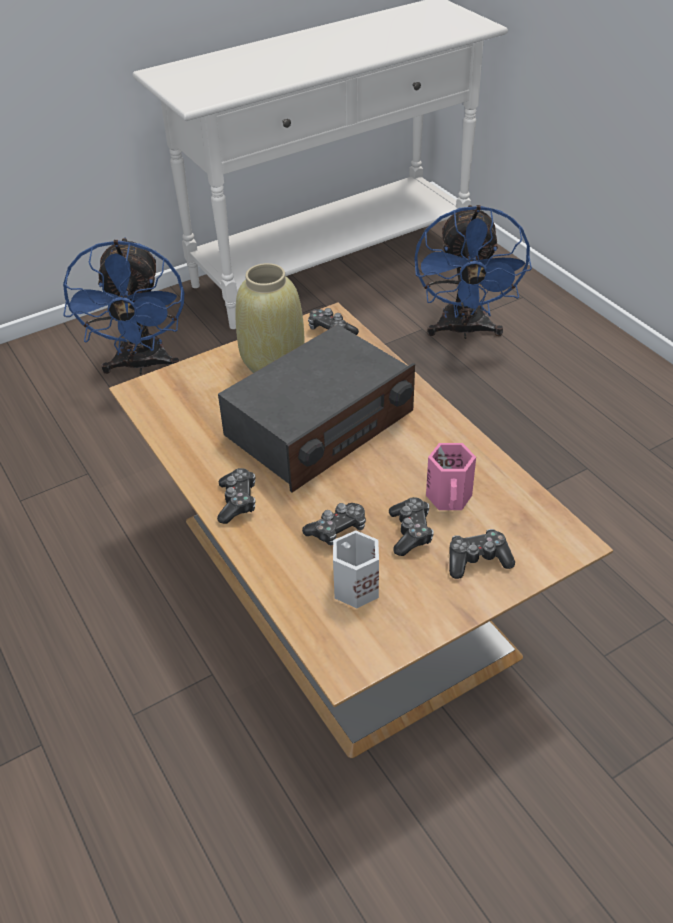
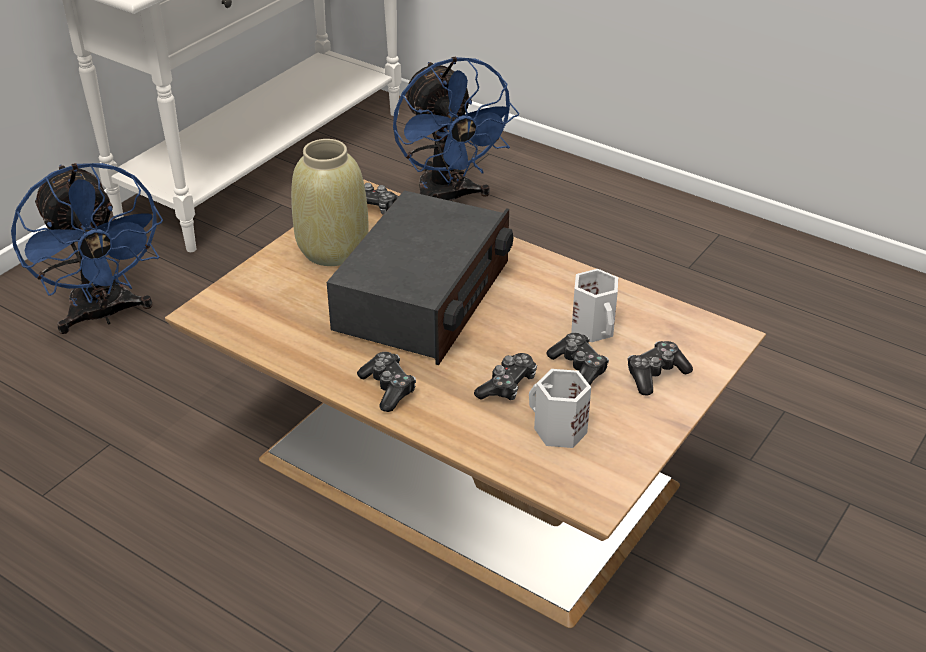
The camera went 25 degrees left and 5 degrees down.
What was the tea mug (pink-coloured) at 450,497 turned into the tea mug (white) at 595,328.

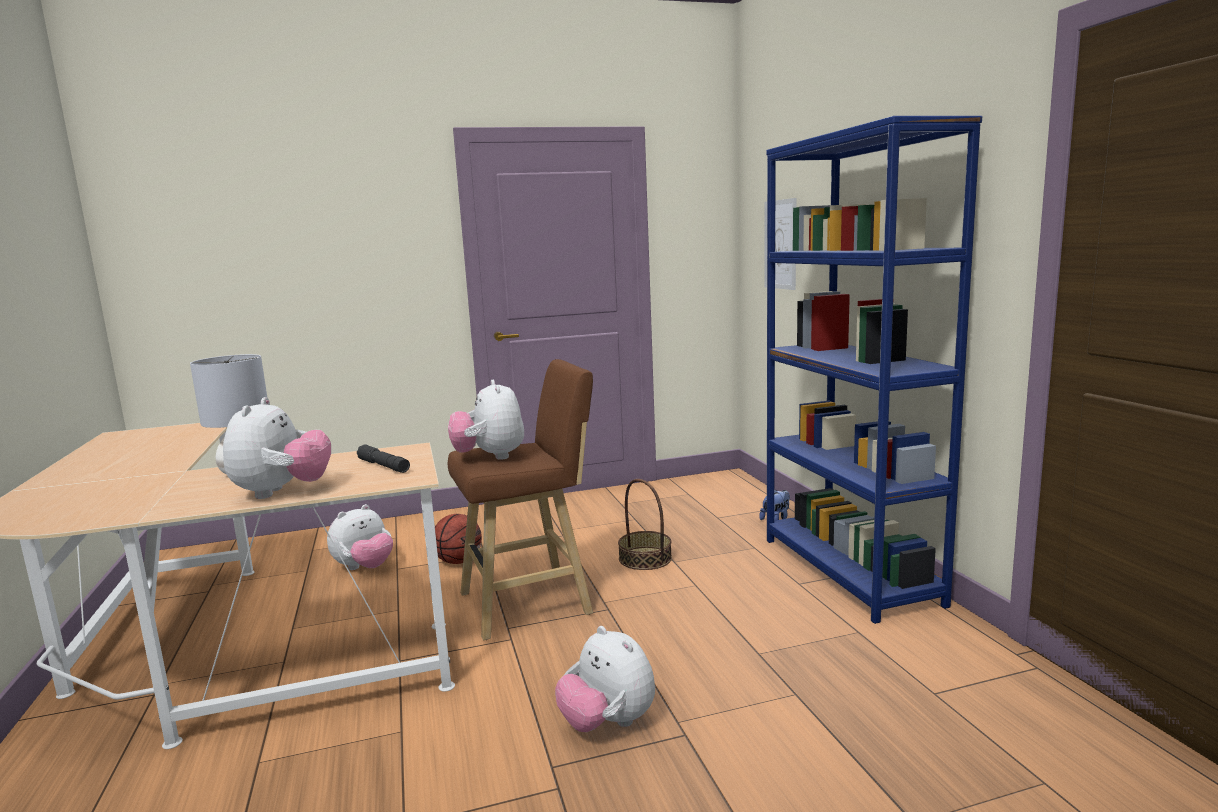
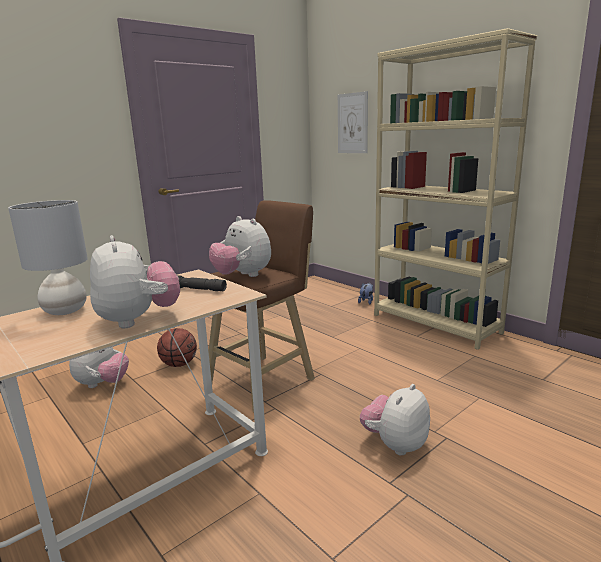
The camera went 25 degrees left and 5 degrees up.
The second view lost the basket at 645,558.
What was the shelving unit (blue) at 849,570 turned into the shelving unit (beige-coloured) at 435,323.
The cuddly toy at 608,723 ended up facing another way, 105 degrees clockwise from before.

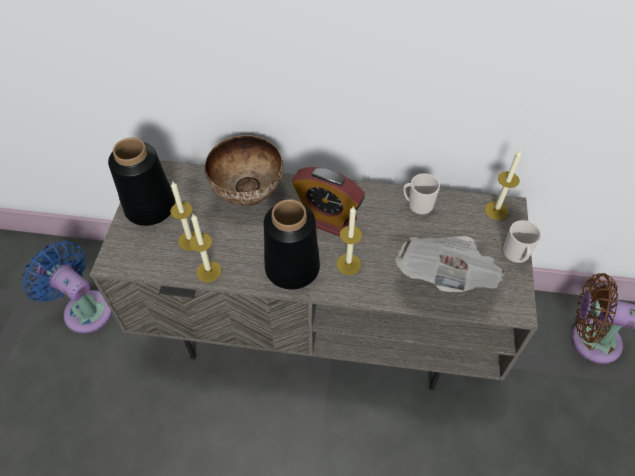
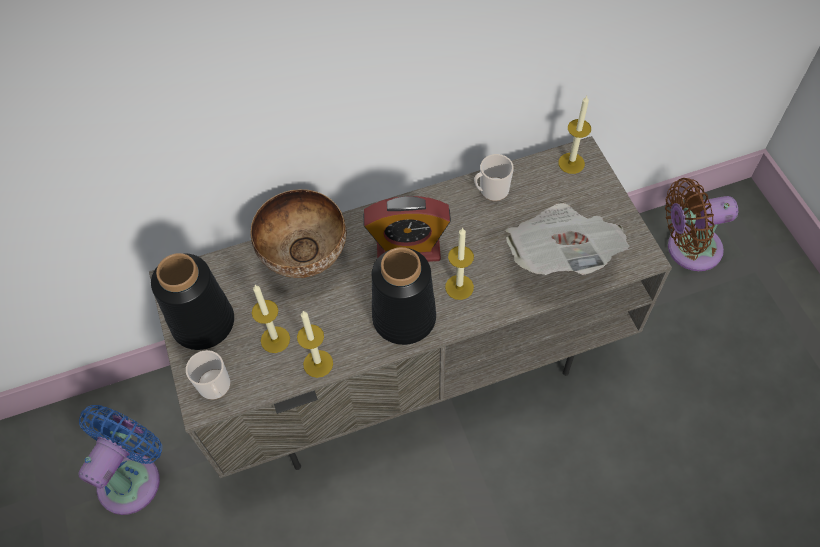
The camera went 25 degrees left and 5 degrees up.
The tea mug ended up elsewhere, having gone from 516,255 to 216,388.
The electric fan (blue) at 84,308 ended up facing another way, 105 degrees clockwise from before.

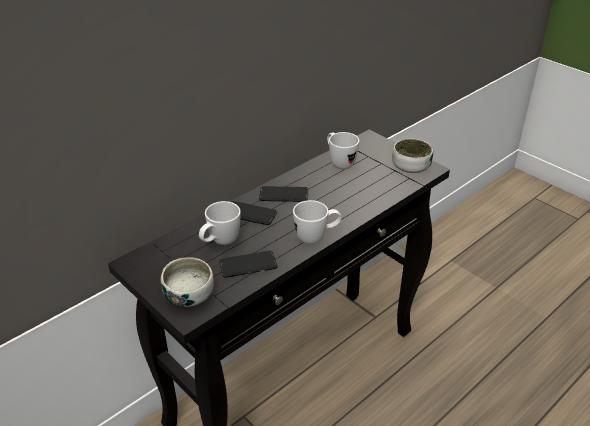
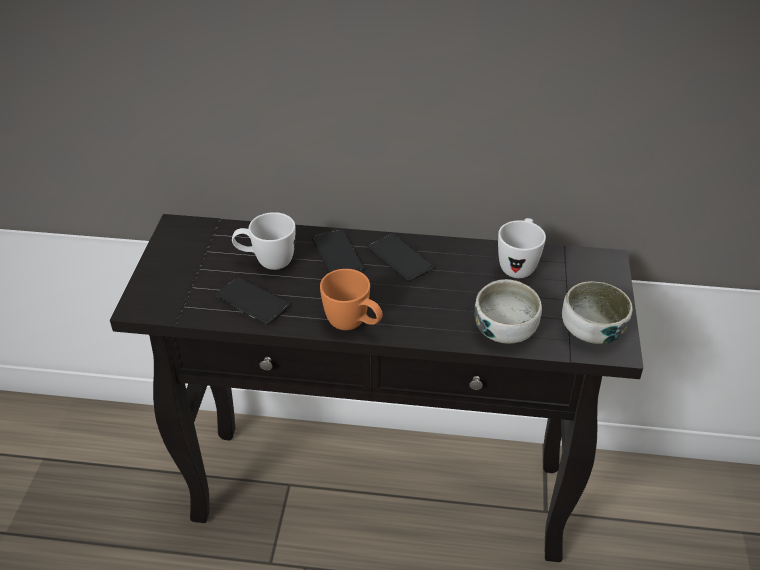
The camera went 50 degrees right and 5 degrees up.
The serving bowl ended up elsewhere, having gone from 189,296 to 505,329.
What was the tea mug (white) at 316,237 turned into the tea mug (orangey) at 353,325.

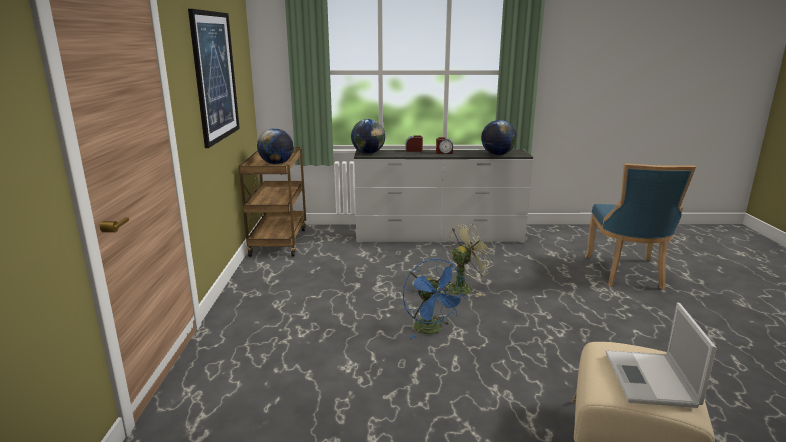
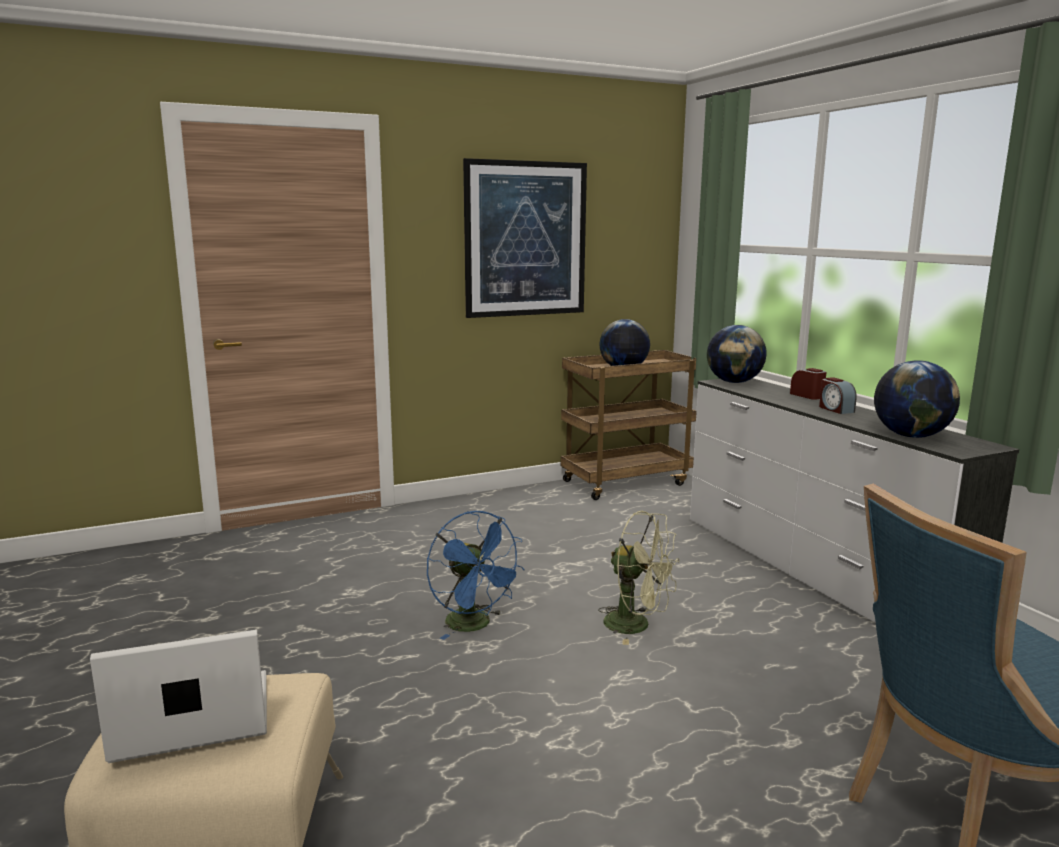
The camera went 65 degrees right and 5 degrees down.
The electric fan (blue) at 432,330 ended up facing another way, 75 degrees counterclockwise from before.

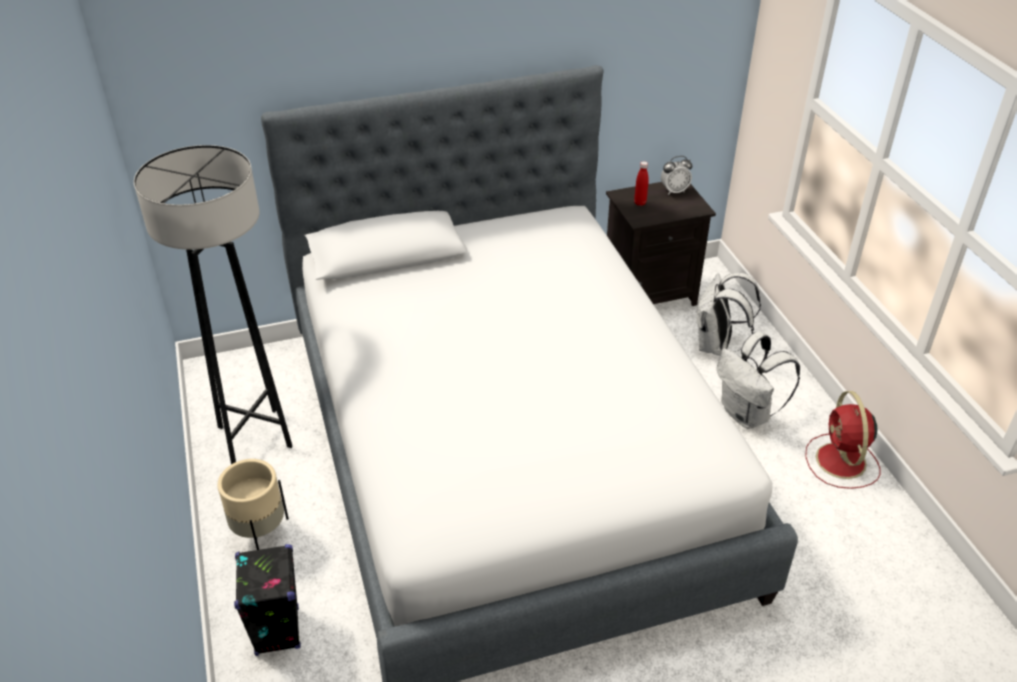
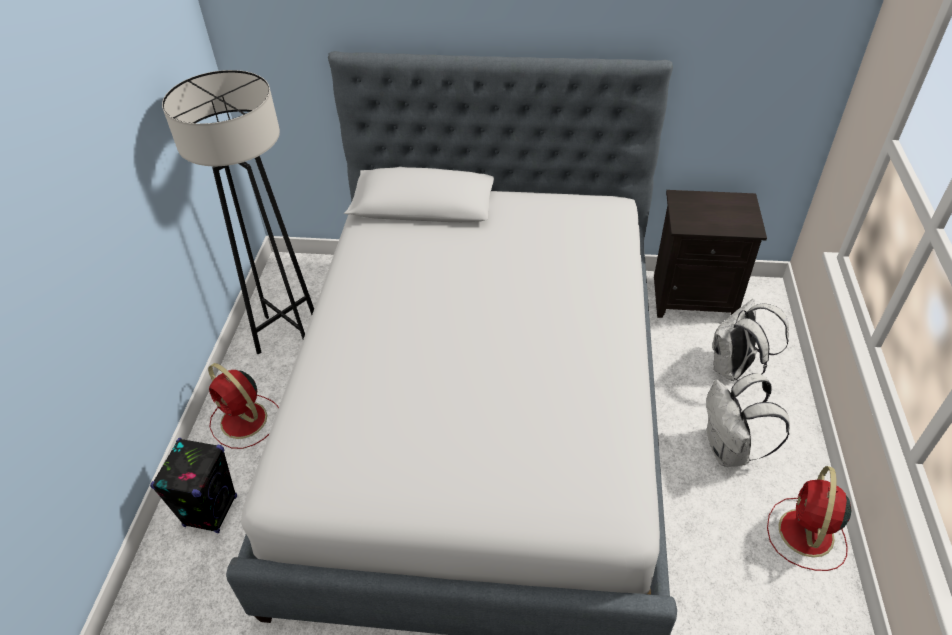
The camera went 25 degrees right and 5 degrees up.
The second view lost the bottle (reddish) at 640,203.
The second view lost the alarm clock at 674,191.
Where the flower pot (beige-coloured) stood at 261,535, the electric fan (reddish) came to stand at 245,421.

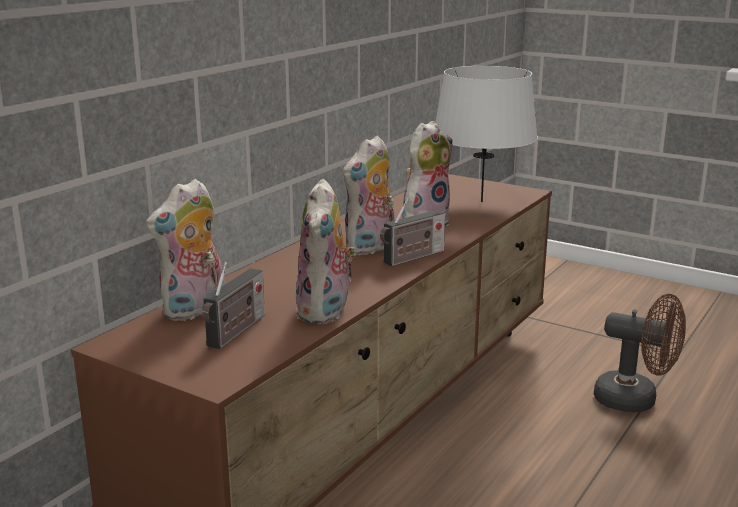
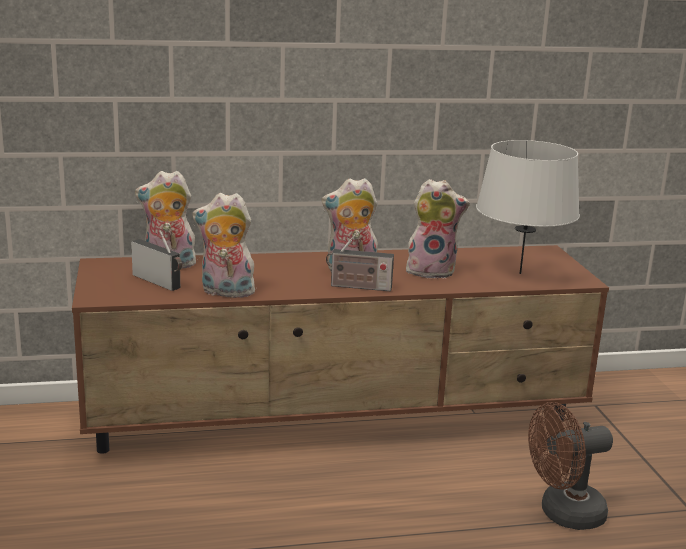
The camera went 45 degrees right and 0 degrees up.
The radio receiver at 235,332 ended up facing another way, 120 degrees counterclockwise from before.
The cuddly toy at 326,312 ended up facing another way, 45 degrees clockwise from before.
The electric fan (brown) at 635,400 ended up facing another way, 90 degrees clockwise from before.

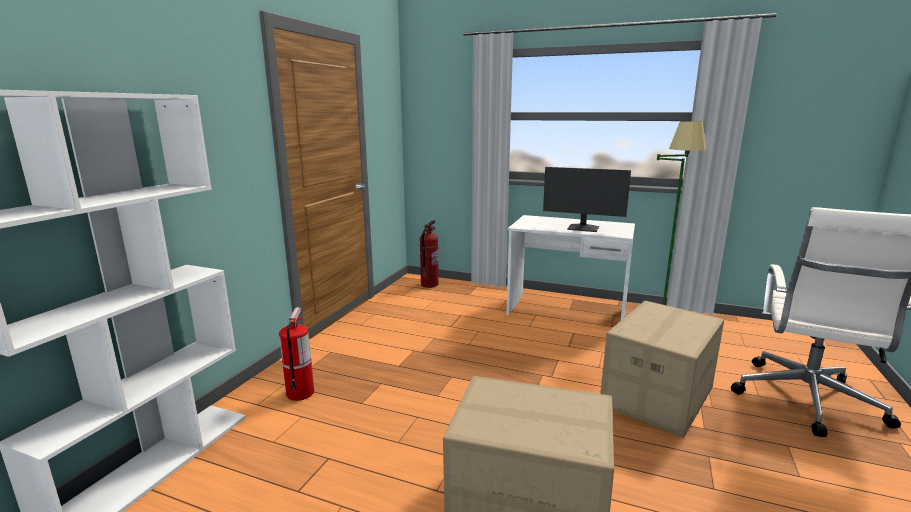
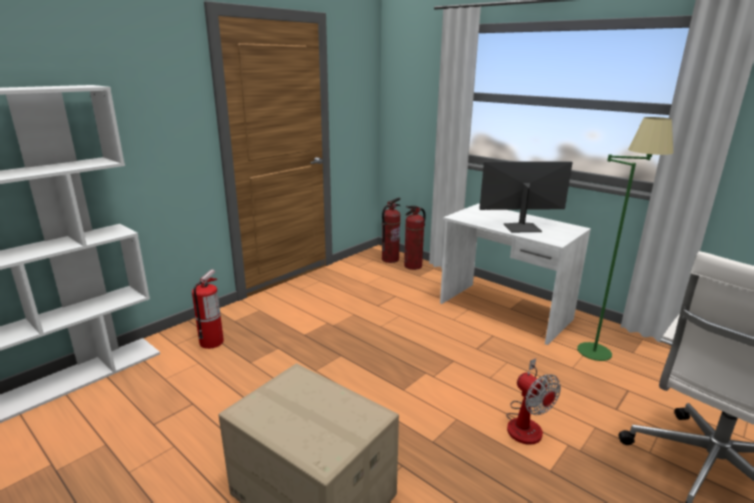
The camera went 20 degrees right and 5 degrees up.
The second view gained the extinguisher at 413,266.
Where the packing box stood at 656,396, the electric fan came to stand at 526,423.
The computer screen at 583,228 ended up facing another way, 135 degrees clockwise from before.

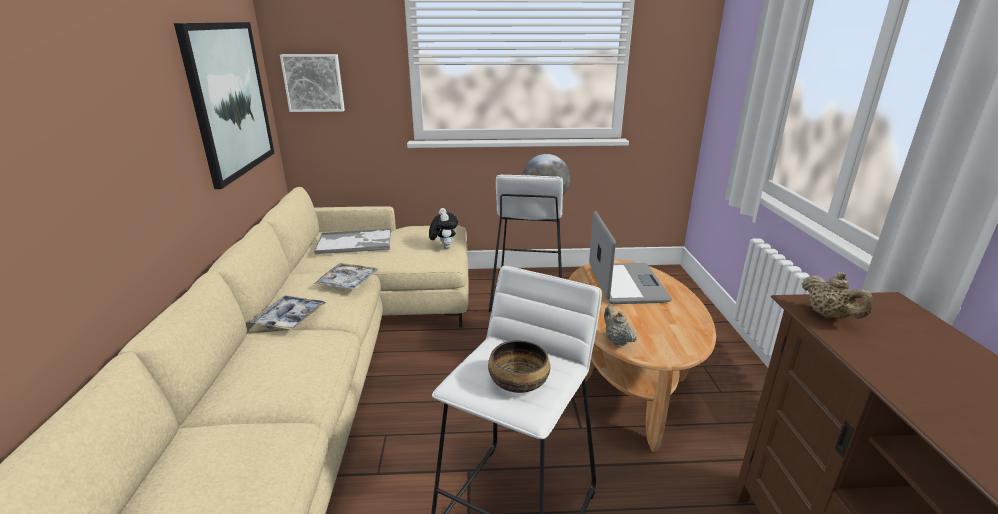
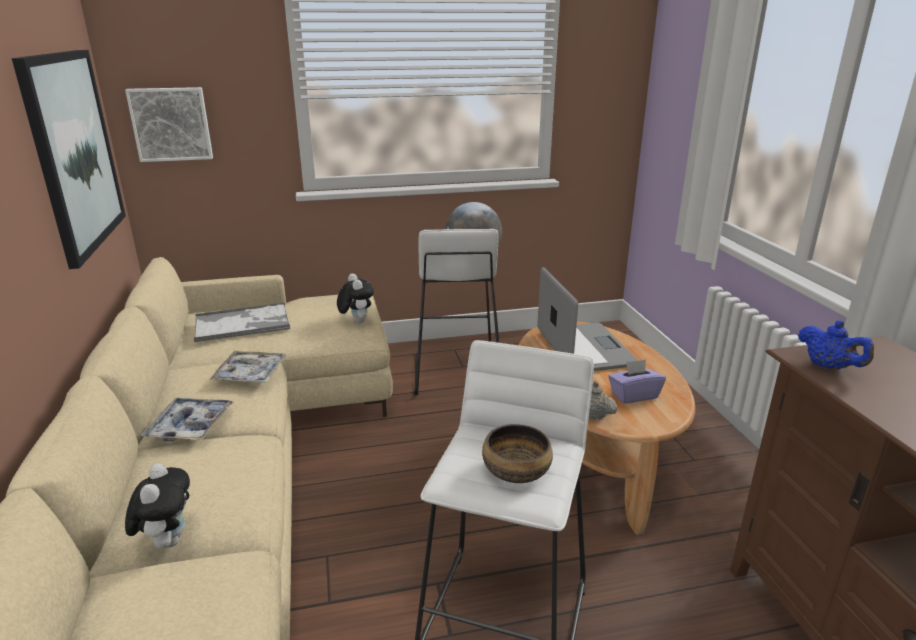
The camera went 10 degrees left and 0 degrees up.
The second view gained the cuddly toy at 167,540.
The second view gained the tissue holder (purple) at 634,395.
What was the pot for tea (beige-coloured) at 829,316 turned into the pot for tea (blue) at 828,367.

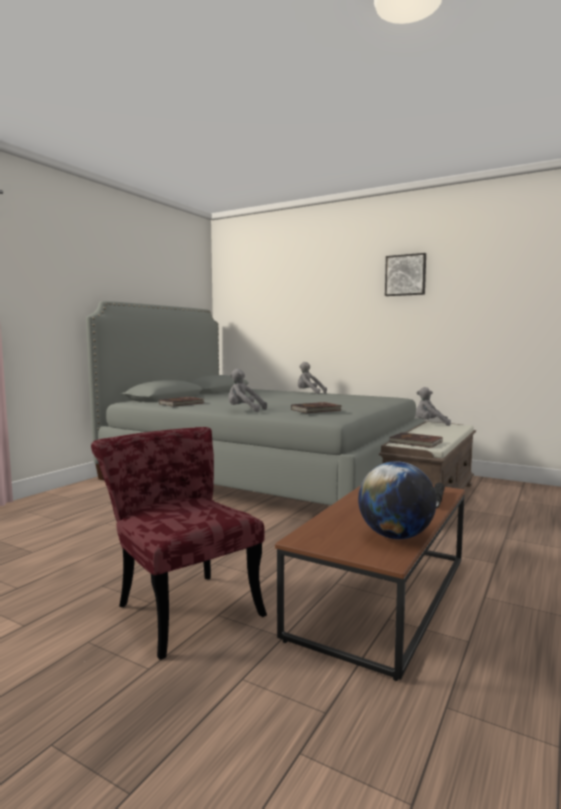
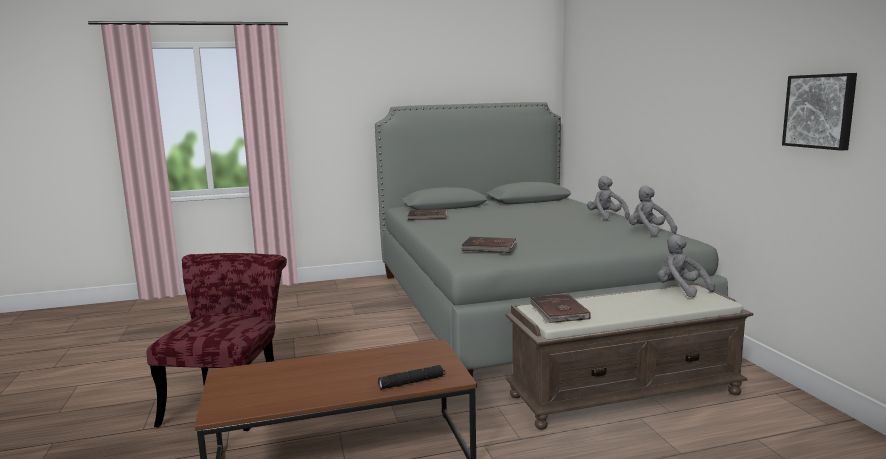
The camera went 45 degrees right and 5 degrees up.
The second view lost the globe at 395,536.
The cuddly toy (greyish) ended up elsewhere, having gone from 244,410 to 648,232.
The picture ended up elsewhere, having gone from 405,275 to 820,111.

